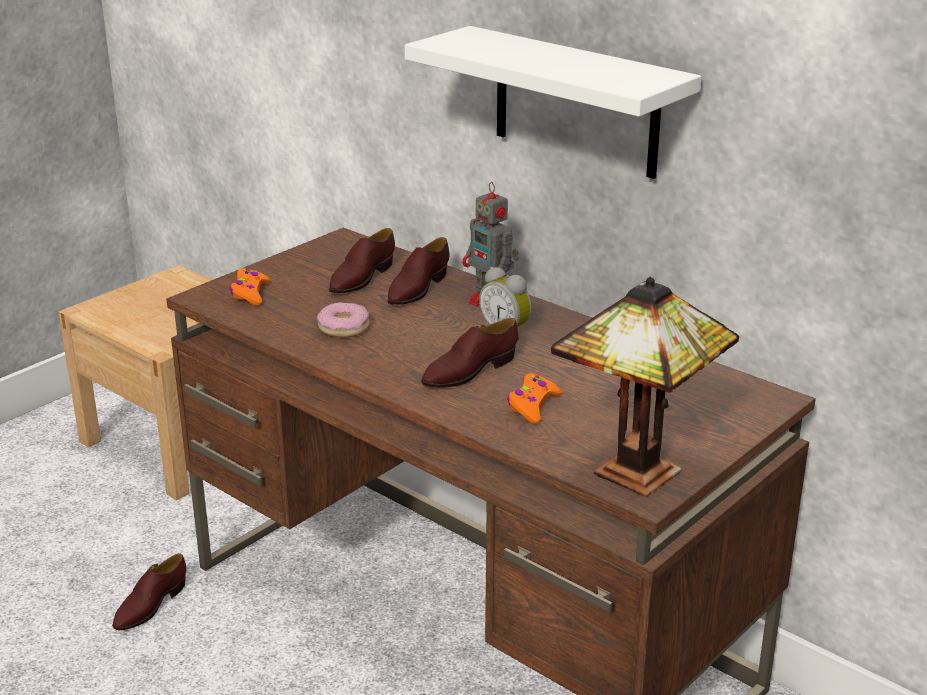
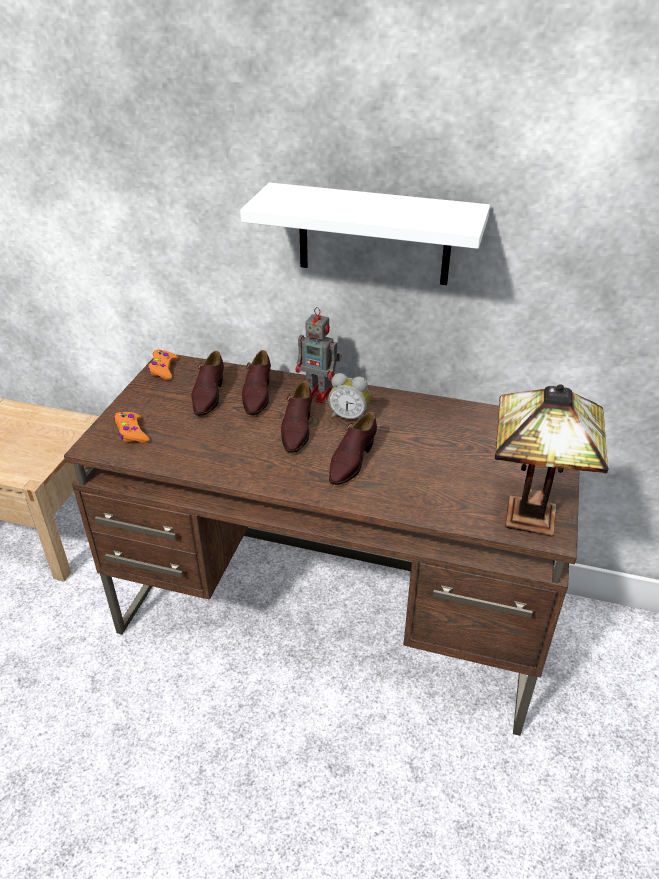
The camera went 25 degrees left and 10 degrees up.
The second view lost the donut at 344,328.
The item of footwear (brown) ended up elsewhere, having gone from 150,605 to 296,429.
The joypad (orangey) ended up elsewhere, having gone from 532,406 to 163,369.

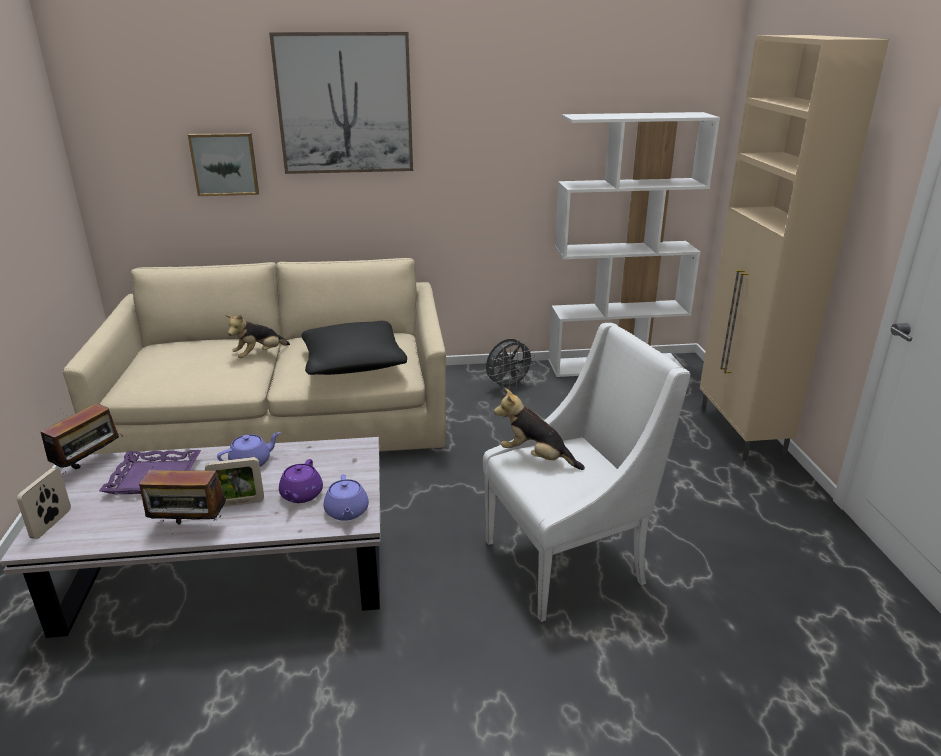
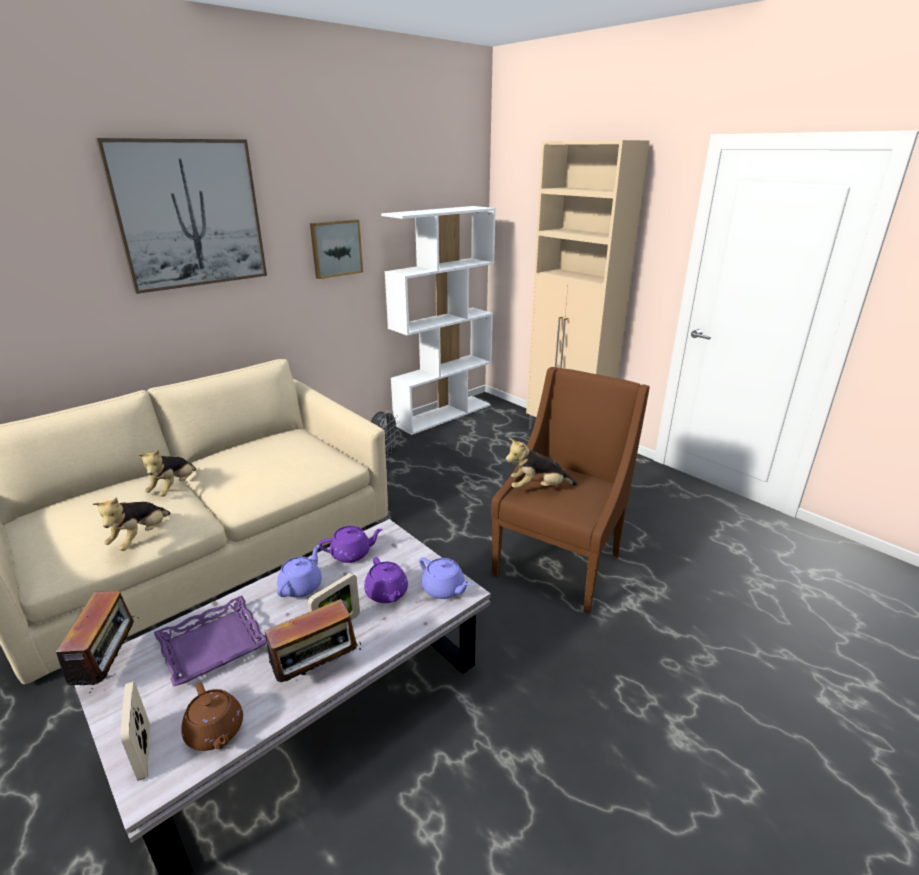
The camera went 35 degrees left and 0 degrees up.
The second view lost the pillow (blackish) at 353,363.
The second view gained the cuddly toy at 140,538.
The second view gained the pot for tea (brown) at 215,732.
The second view gained the pot for tea (purple) at 352,554.
The picture ended up elsewhere, having gone from 225,164 to 335,248.
What was the lounge chair (white) at 569,561 turned into the lounge chair (brown) at 560,563.

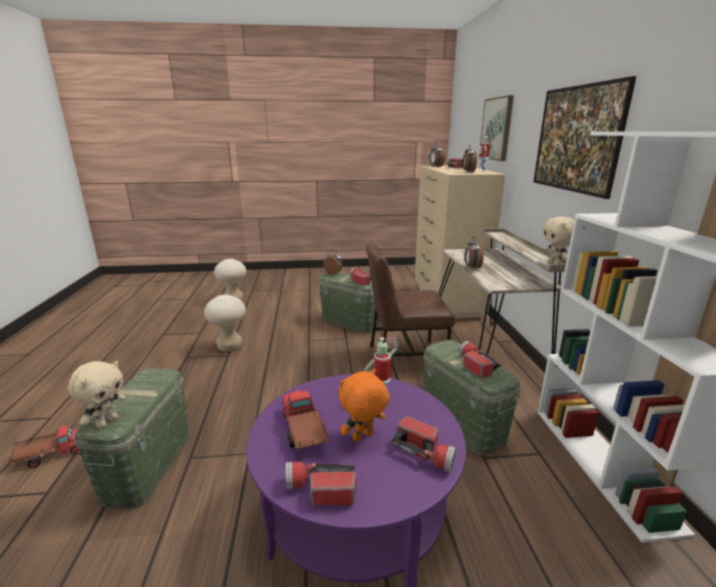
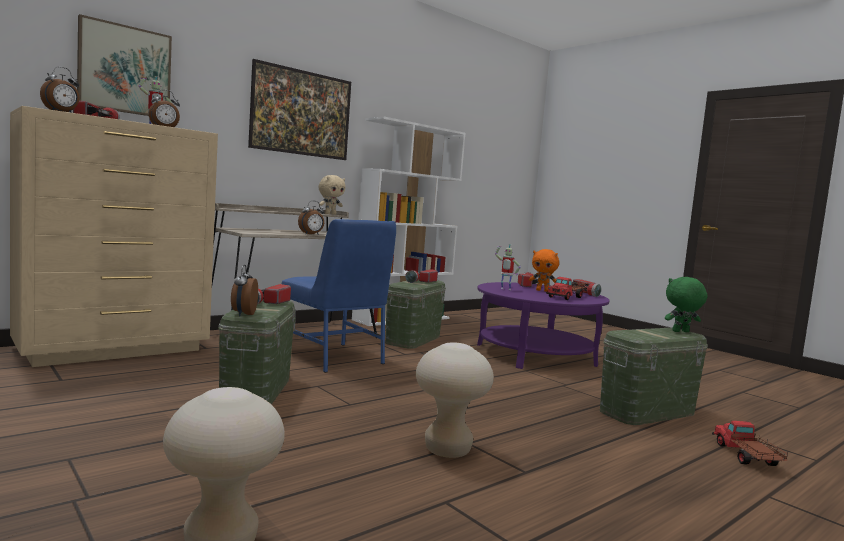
The camera went 125 degrees left and 15 degrees down.
What was the cuddly toy (beige-coloured) at 107,422 turned into the cuddly toy (greenish) at 681,332.
What was the plain chair (brown) at 404,357 turned into the plain chair (blue) at 334,358.
The toy lorry at 54,453 ended up facing another way, 60 degrees clockwise from before.

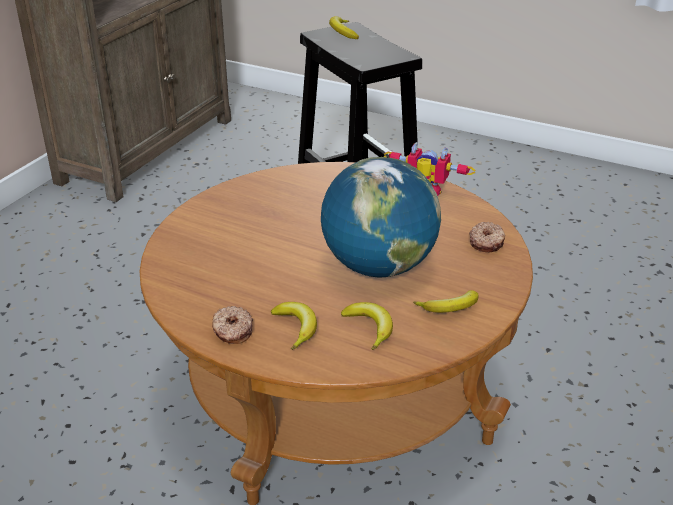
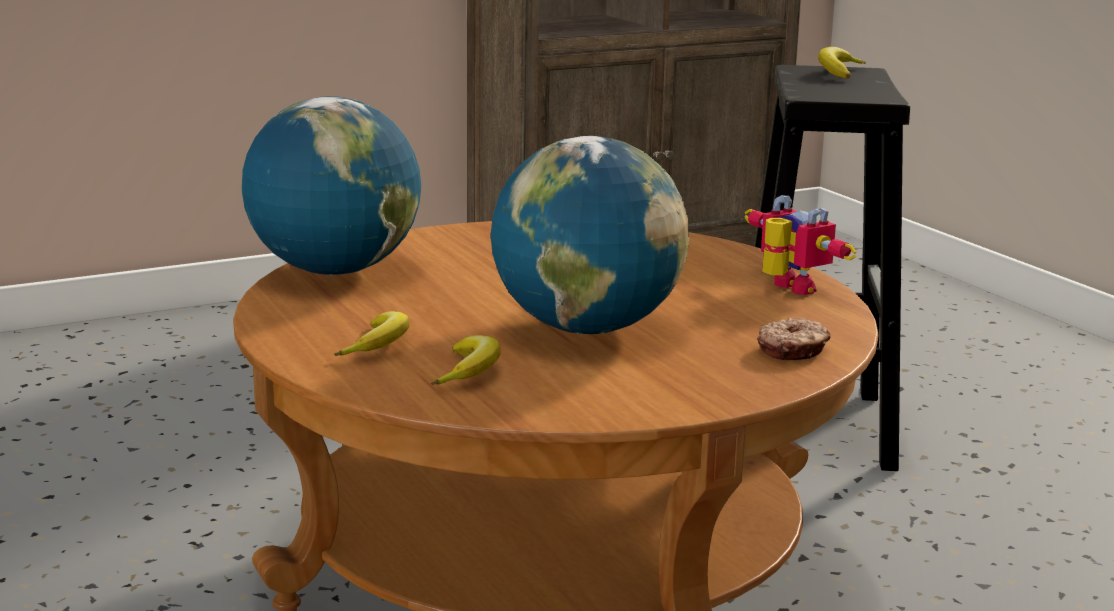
The camera went 35 degrees right and 15 degrees down.
The second view lost the donut at 232,331.
The second view lost the banana fruit at 450,308.
The second view gained the globe at 334,272.

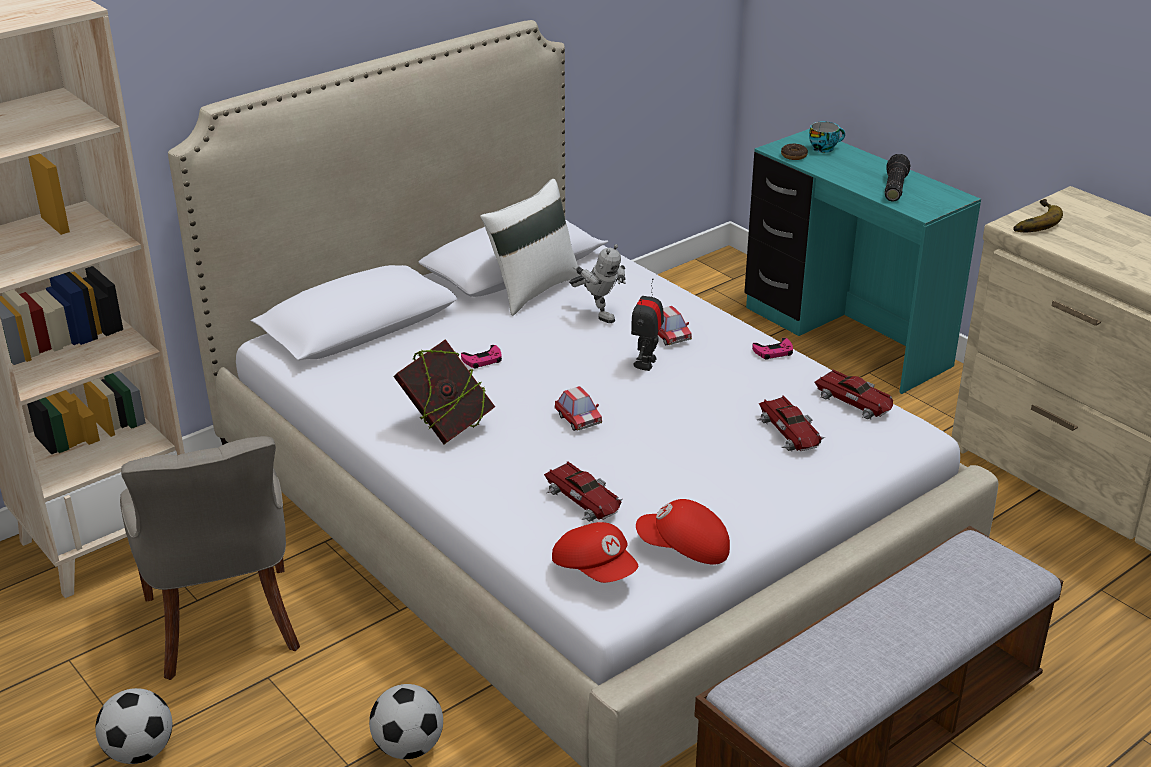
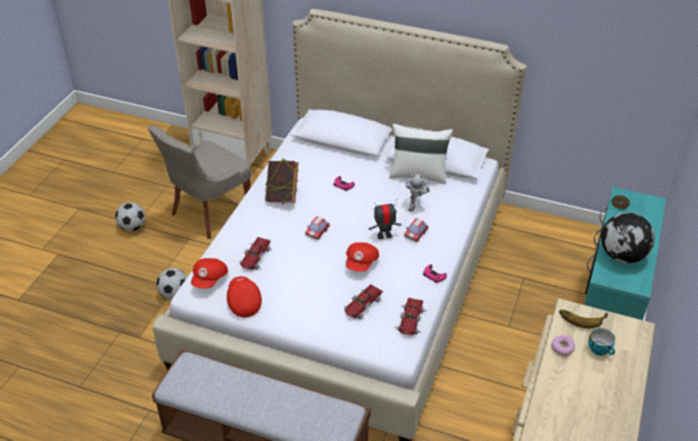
The camera went 60 degrees right and 10 degrees up.
The second view gained the baseball cap (reddish) at 362,263.
The second view gained the donut at 562,348.
The small cup ended up elsewhere, having gone from 824,148 to 600,349.
Where the flashlight stood at 893,187, the globe came to stand at 622,256.

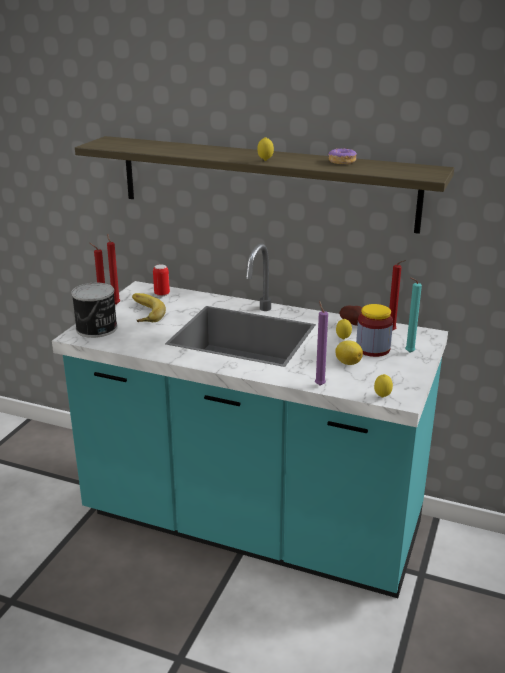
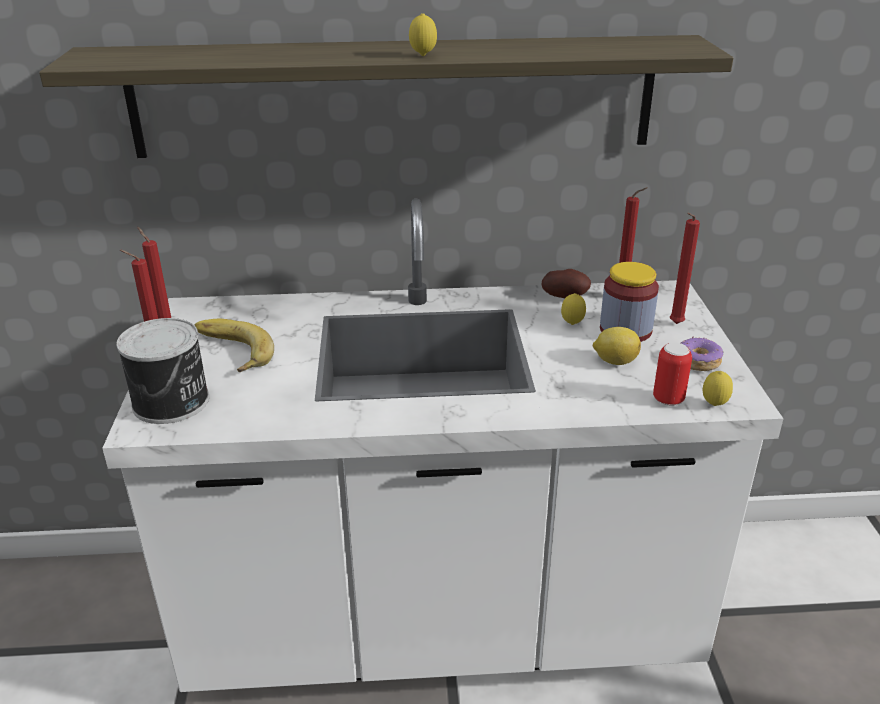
The camera went 25 degrees left and 5 degrees up.
The second view lost the candle (purple) at 319,384.
The metal can ended up elsewhere, having gone from 162,294 to 668,399.
The donut ended up elsewhere, having gone from 341,161 to 697,361.
What was the counter (blue-green) at 252,526 turned into the counter (white) at 441,623.
What was the candle (blue-green) at 408,352 turned into the candle (reddish) at 674,324.

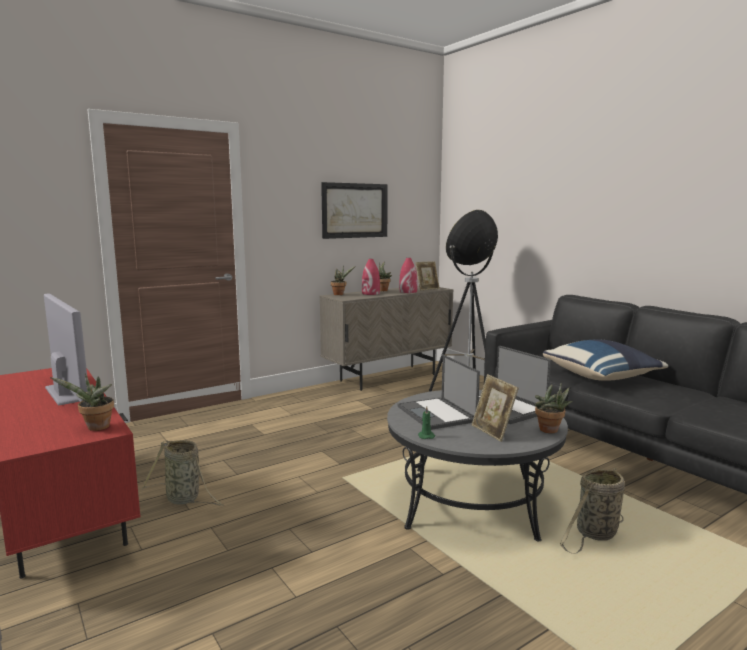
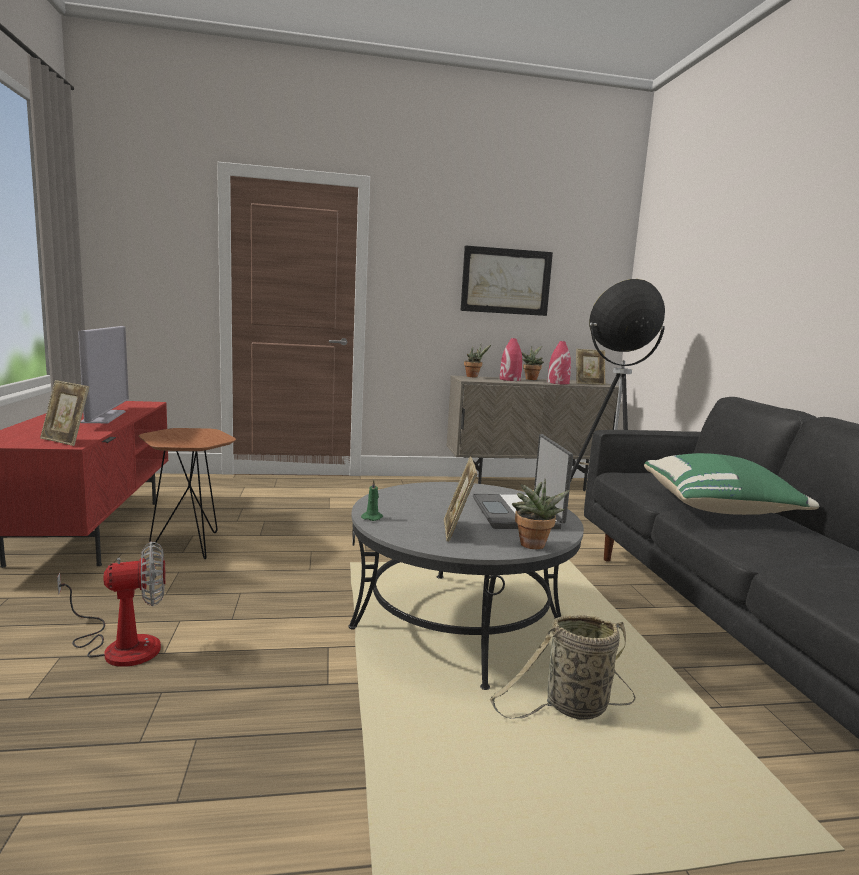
The camera went 25 degrees right and 0 degrees up.
The second view lost the notebook computer at 437,414.
The second view gained the electric fan at 120,645.
Where the potted plant stood at 96,428, the standing frame came to stand at 66,441.
Where the basket stood at 185,499, the side table (brown) came to stand at 190,544.
What was the pillow (blue) at 602,377 turned into the pillow (greenish) at 719,509.

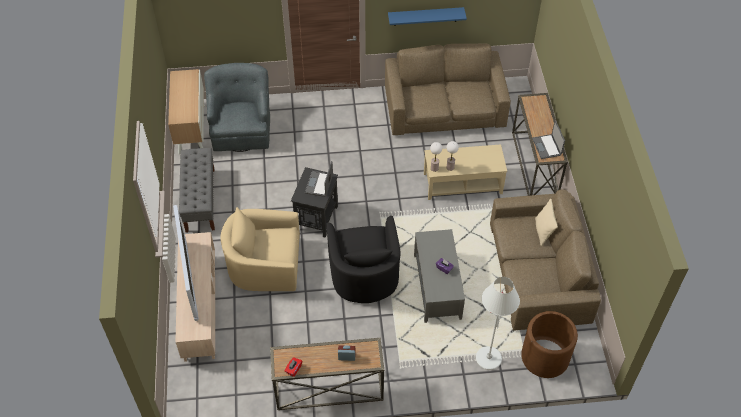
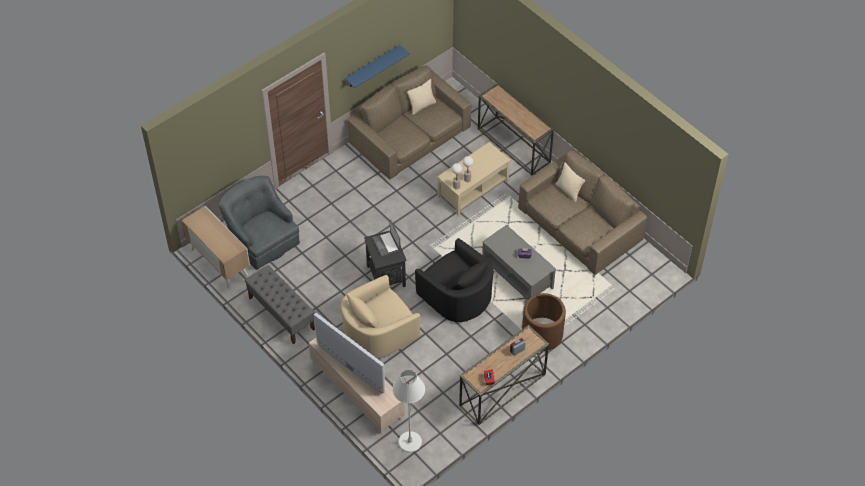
The camera went 35 degrees left and 0 degrees up.
The second view lost the notebook computer at 547,147.
The second view gained the pillow (beige-coloured) at 422,106.
The standing lamp (white) ended up elsewhere, having gone from 488,358 to 409,442.
The flower pot (brown) ended up elsewhere, having gone from 545,357 to 542,334.

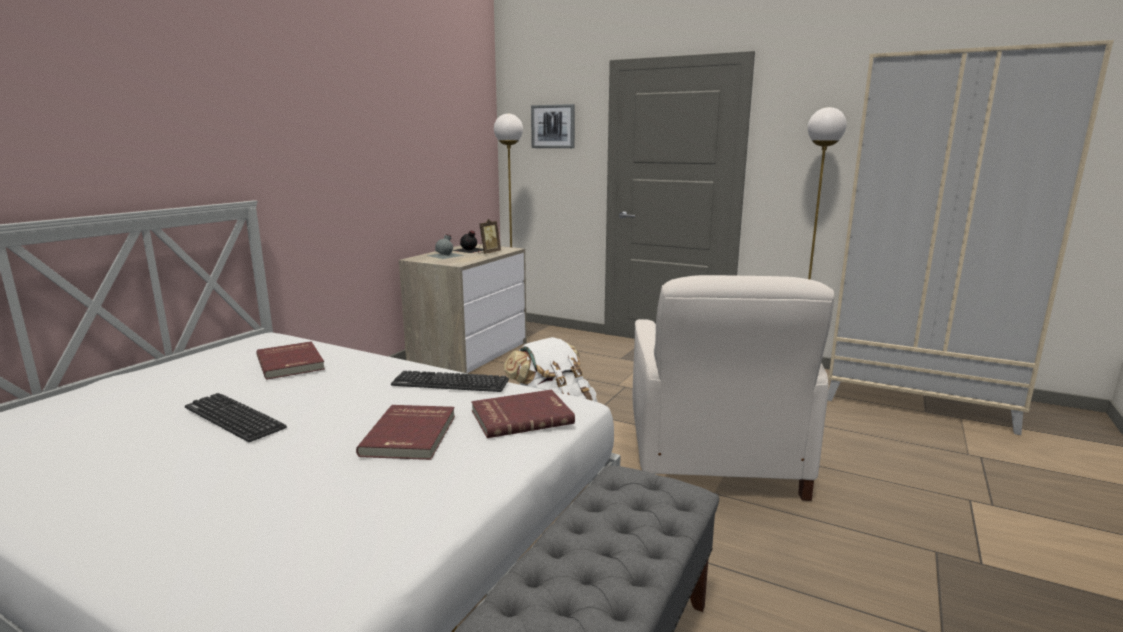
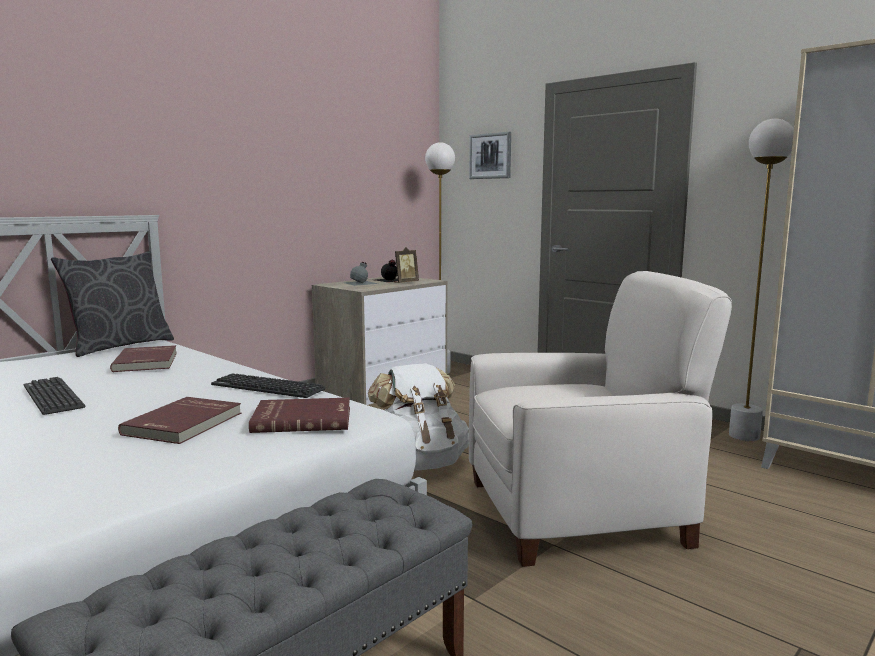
The camera went 15 degrees right and 5 degrees down.
The second view gained the pillow (greyish) at 120,346.
The lounge chair (white) at 714,459 ended up facing another way, 120 degrees counterclockwise from before.

